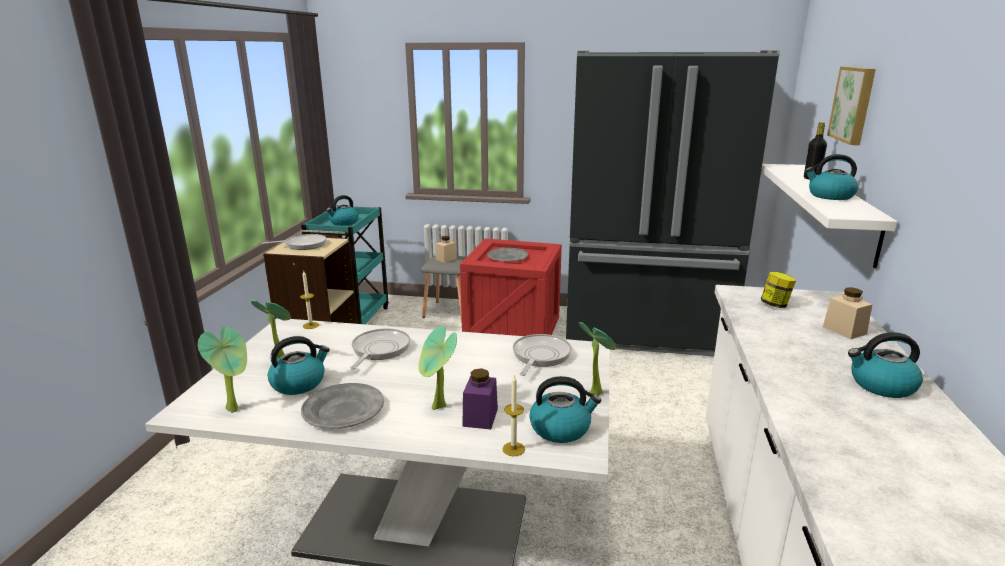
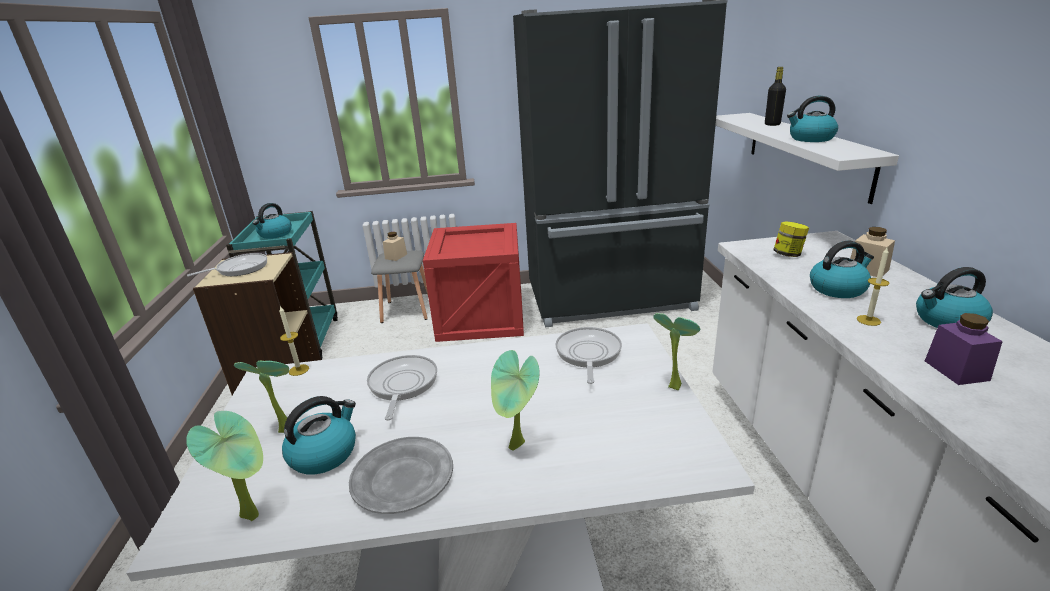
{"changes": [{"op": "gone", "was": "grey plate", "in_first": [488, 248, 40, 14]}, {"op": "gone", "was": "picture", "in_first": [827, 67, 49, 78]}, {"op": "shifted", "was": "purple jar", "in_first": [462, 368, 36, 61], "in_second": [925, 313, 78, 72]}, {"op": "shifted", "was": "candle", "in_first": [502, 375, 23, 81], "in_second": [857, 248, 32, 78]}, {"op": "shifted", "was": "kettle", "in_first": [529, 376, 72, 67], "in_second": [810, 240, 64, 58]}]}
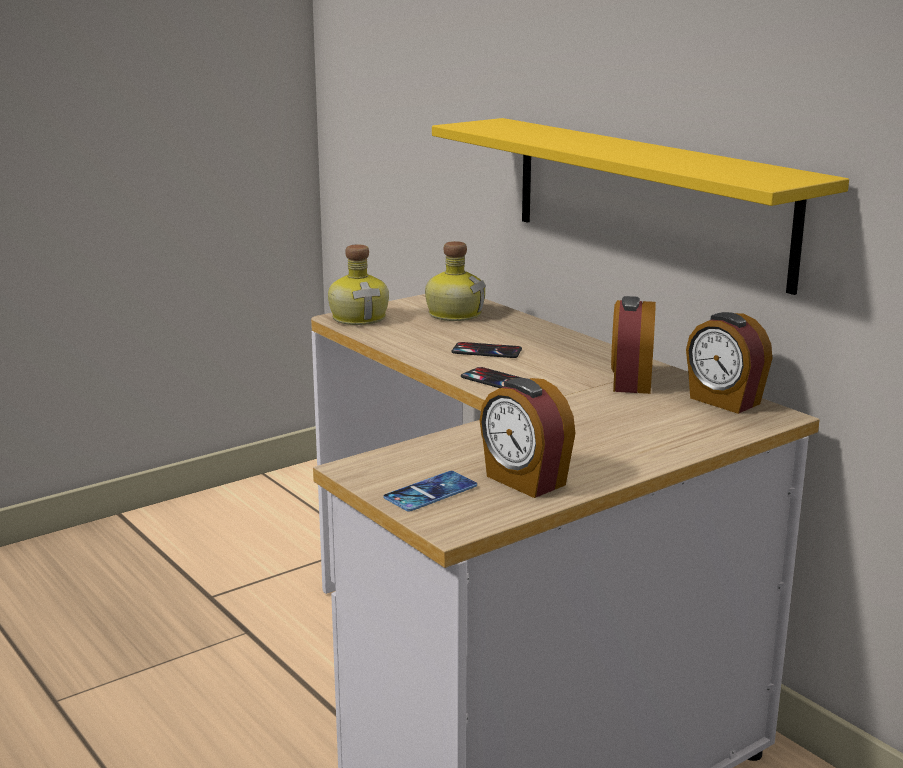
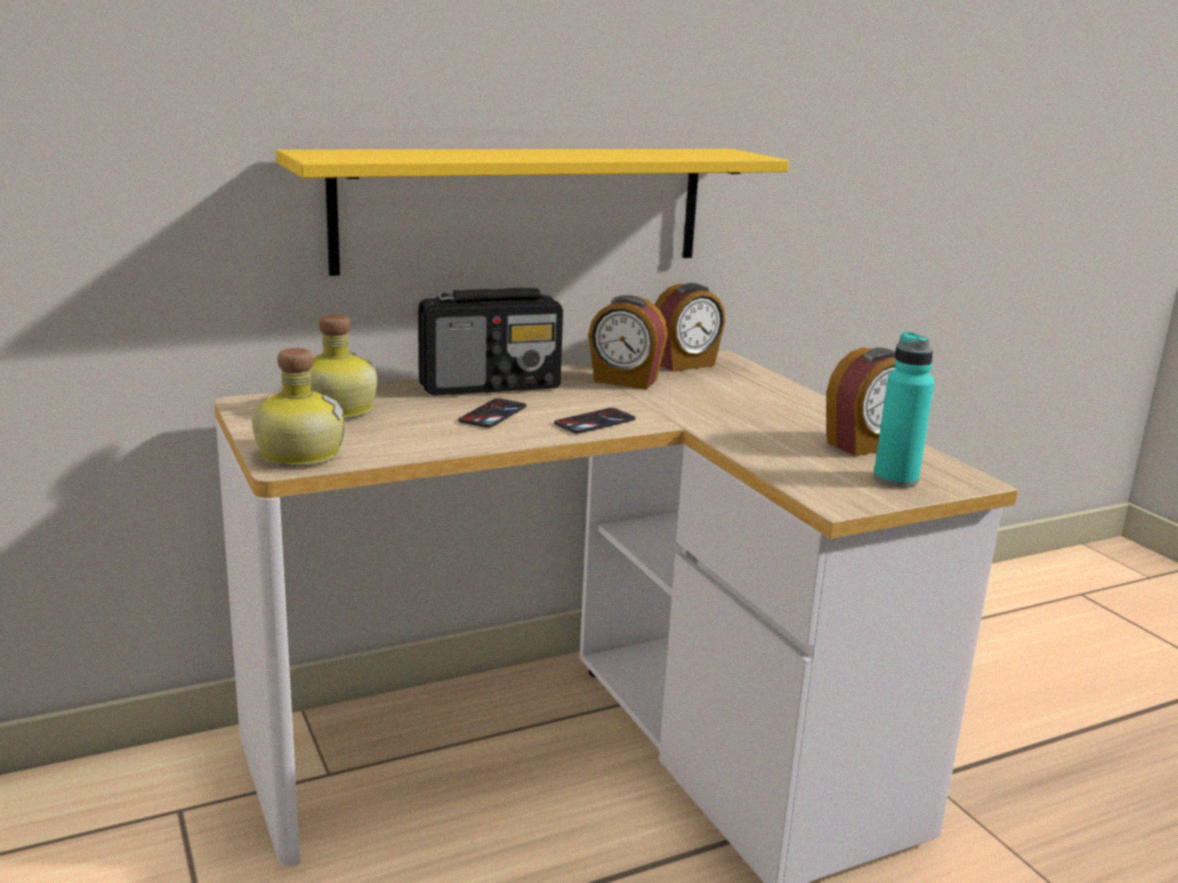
{"changes": [{"op": "new", "now": "radio", "in_second": [418, 288, 145, 108]}, {"op": "swapped", "was": "phone", "now": "turquoise bottle", "in_first": [384, 471, 93, 41], "in_second": [874, 332, 60, 156]}]}
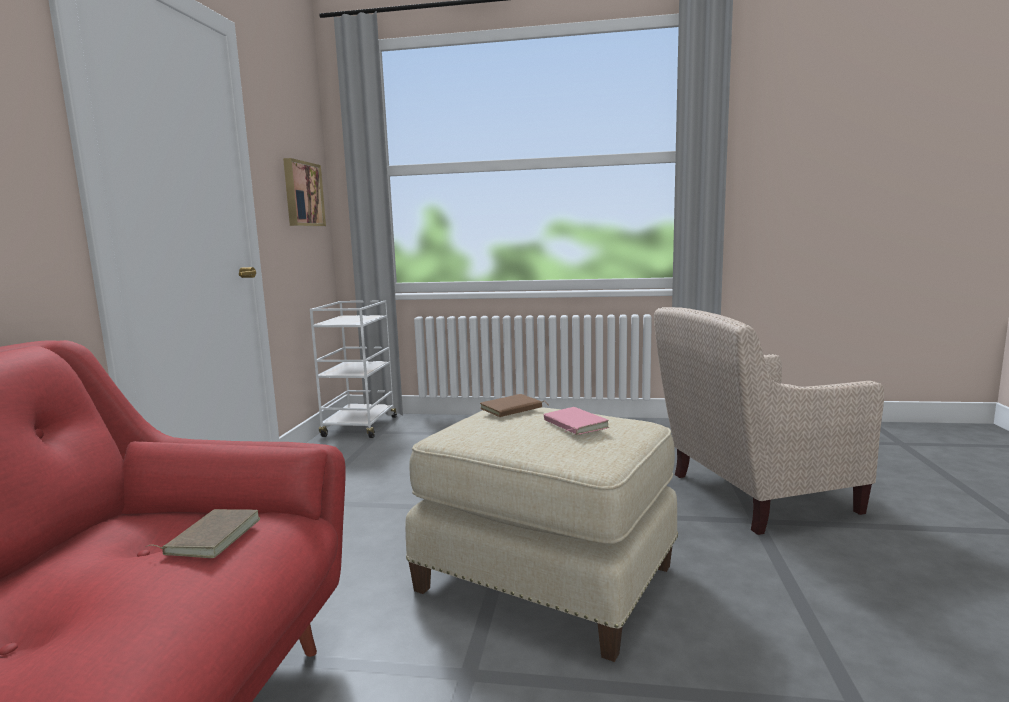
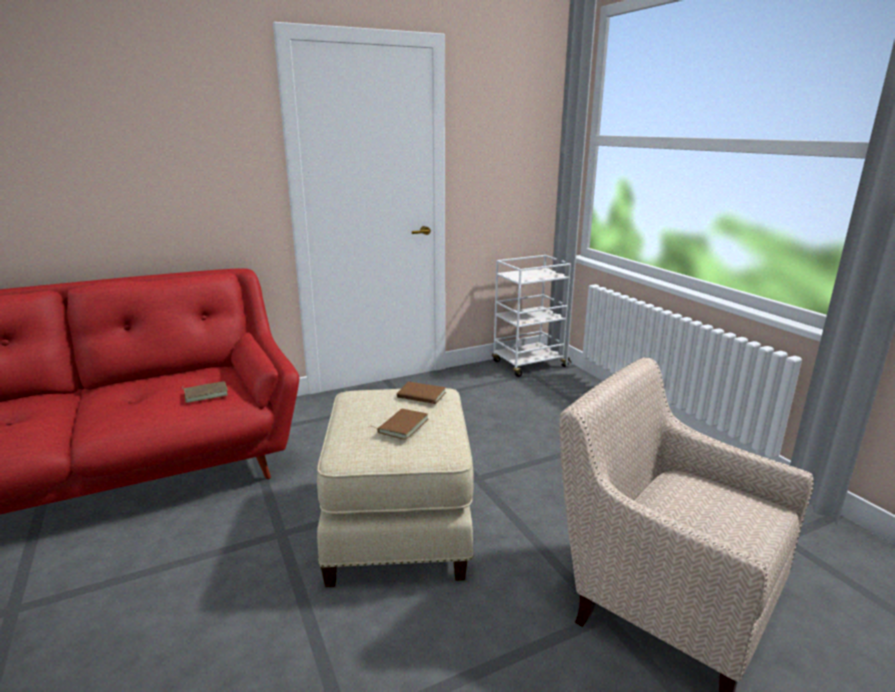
{"changes": [{"op": "gone", "was": "picture", "in_first": [283, 158, 43, 68]}, {"op": "repainted", "was": "pink book", "now": "brown book", "in_first": [544, 407, 65, 28], "in_second": [368, 409, 60, 31]}]}
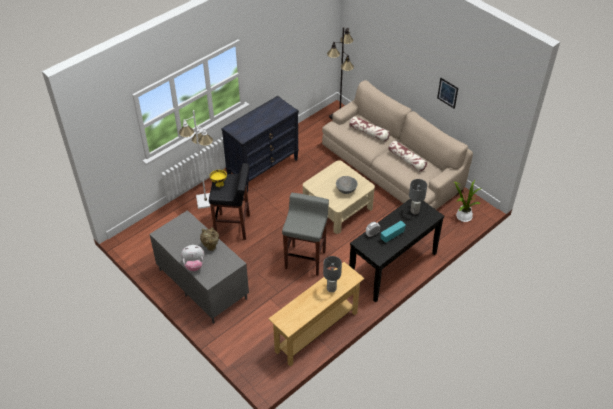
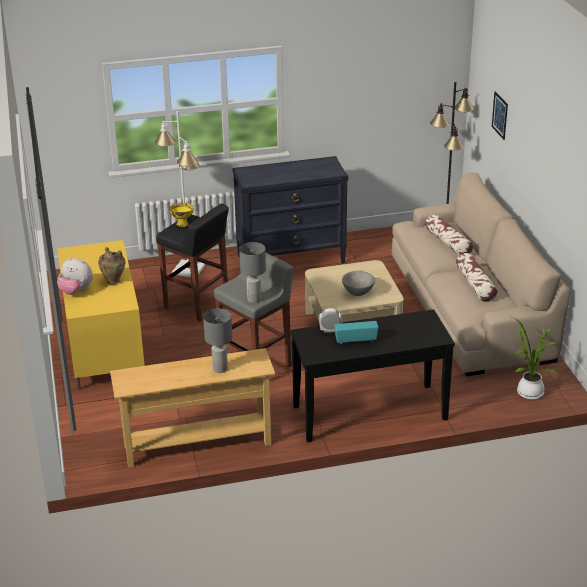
{"changes": [{"op": "shifted", "was": "grey table lamp", "in_first": [409, 179, 18, 35], "in_second": [239, 242, 27, 61]}, {"op": "shifted", "was": "picture", "in_first": [437, 78, 21, 31], "in_second": [492, 91, 16, 49]}, {"op": "repainted", "was": "grey tv stand", "now": "yellow tv stand", "in_first": [150, 210, 99, 114], "in_second": [57, 240, 88, 150]}]}
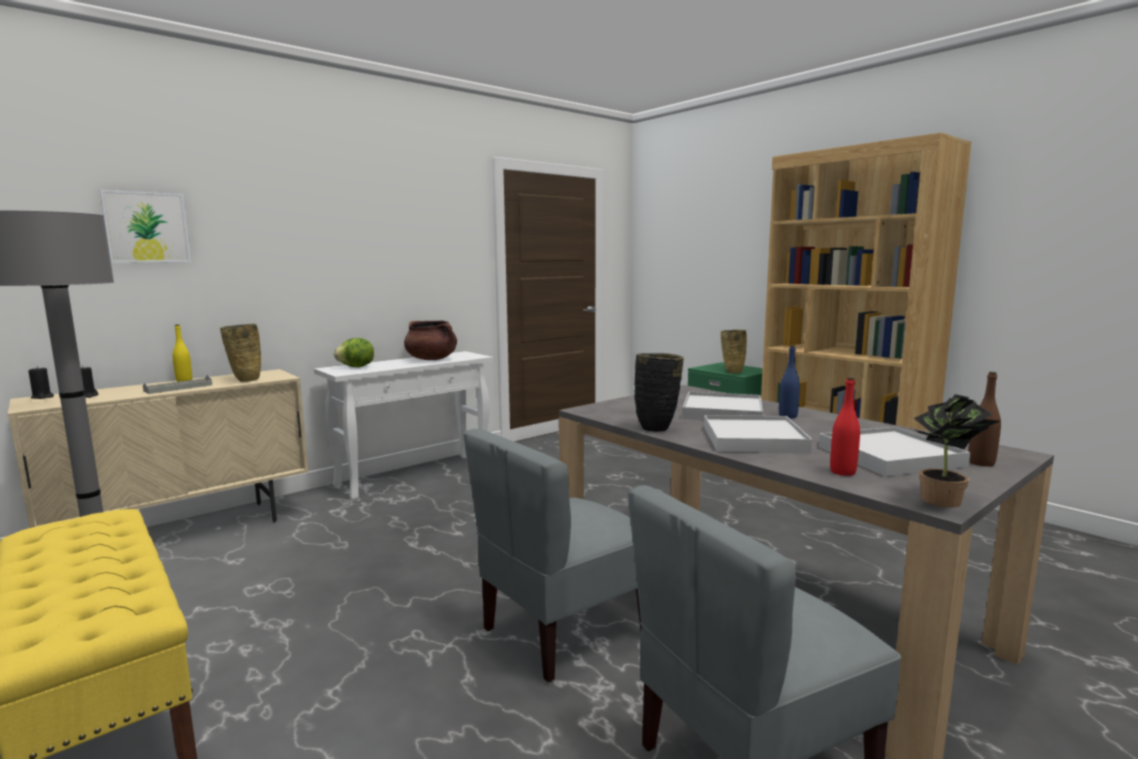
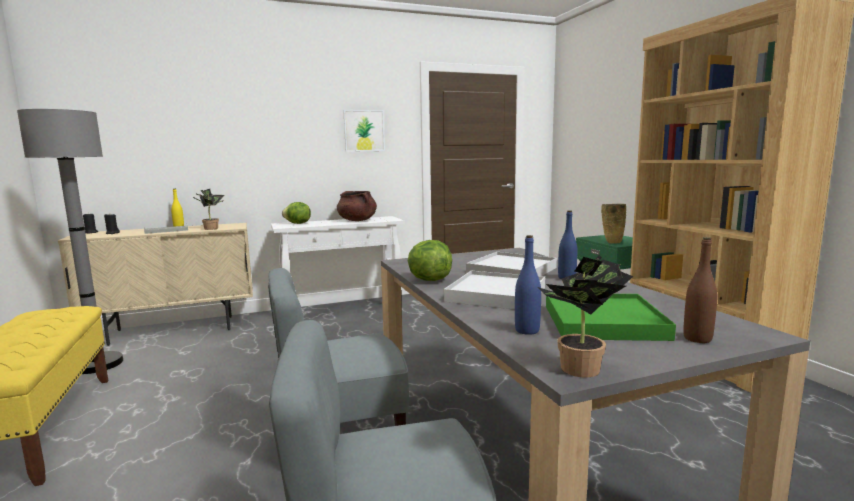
{"changes": [{"op": "shifted", "was": "picture", "in_first": [100, 190, 91, 73], "in_second": [343, 110, 42, 42]}, {"op": "swapped", "was": "beige vase", "now": "potted plant", "in_first": [220, 324, 41, 58], "in_second": [193, 189, 31, 41]}, {"op": "swapped", "was": "black vase", "now": "lettuce", "in_first": [634, 353, 50, 79], "in_second": [408, 240, 44, 41]}, {"op": "repainted", "was": "white tray", "now": "green tray", "in_first": [819, 427, 152, 50], "in_second": [546, 294, 130, 47]}, {"op": "repainted", "was": "red bottle", "now": "blue bottle", "in_first": [830, 377, 30, 99], "in_second": [515, 235, 26, 100]}]}
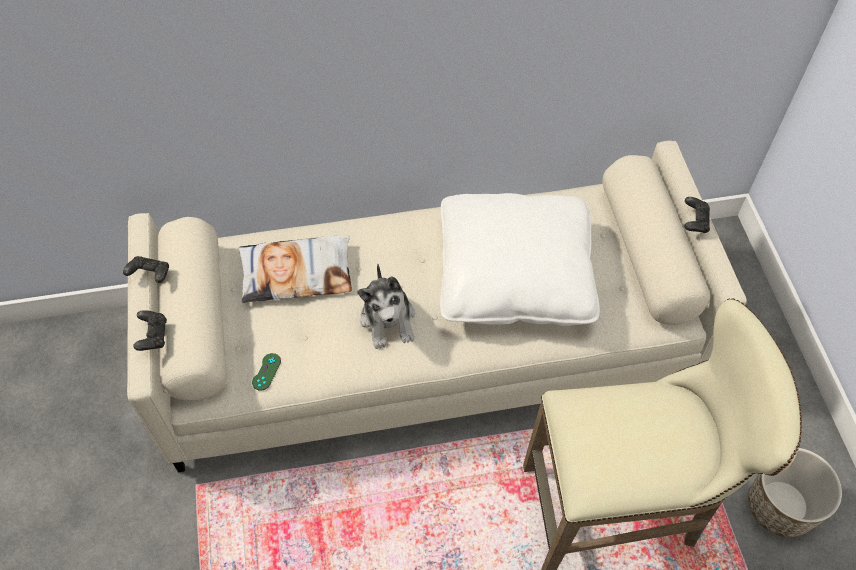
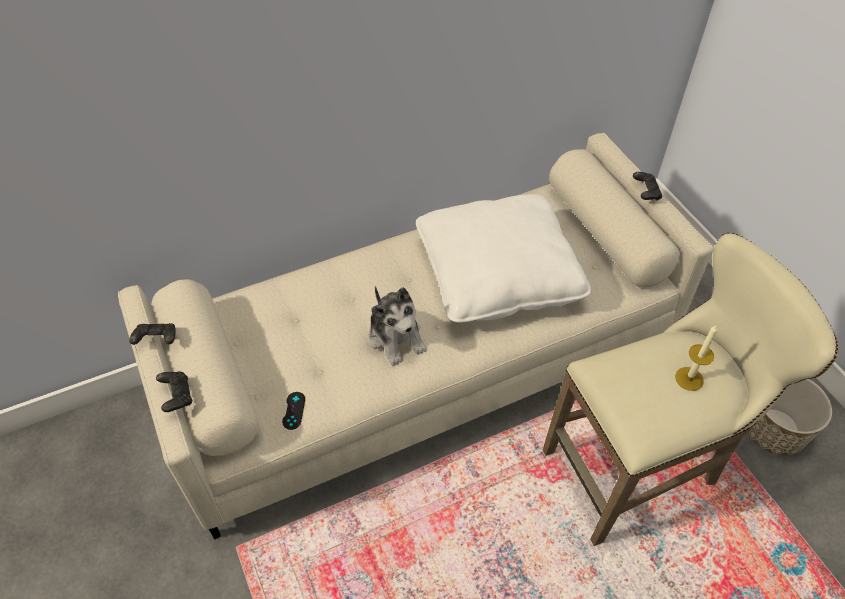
{"changes": [{"op": "gone", "was": "pillow", "in_first": [238, 235, 114, 68]}, {"op": "new", "now": "candle", "in_second": [675, 325, 43, 66]}, {"op": "repainted", "was": "green game controller", "now": "black game controller", "in_first": [252, 353, 29, 38], "in_second": [282, 392, 23, 38]}]}
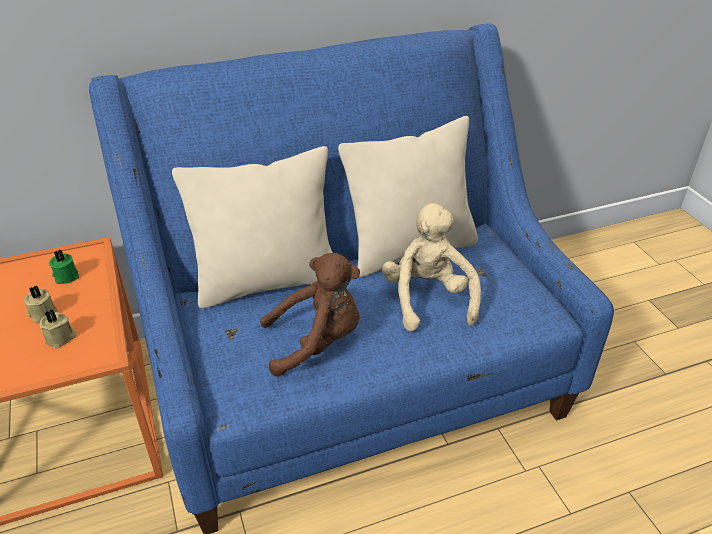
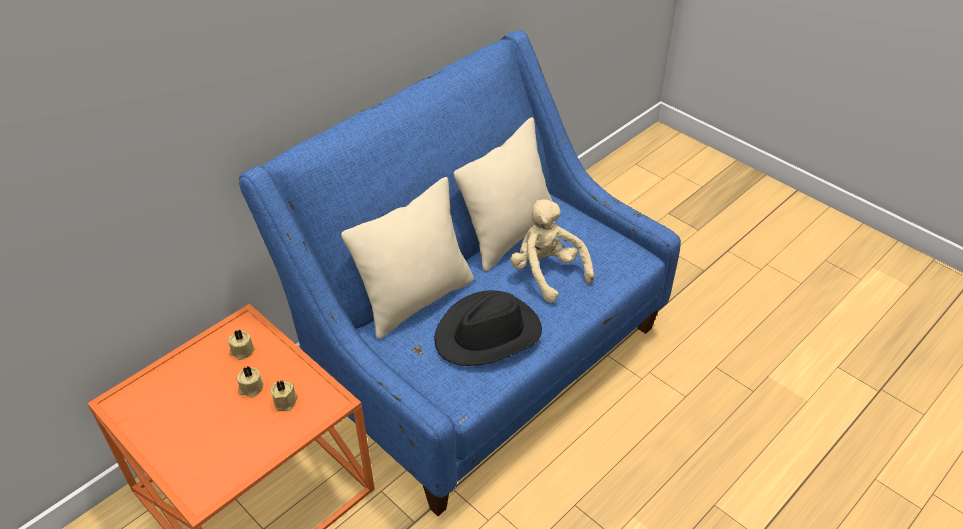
{"changes": [{"op": "swapped", "was": "brown plush toy", "now": "black hat", "in_first": [260, 253, 100, 124], "in_second": [434, 290, 108, 76]}, {"op": "repainted", "was": "green candle", "now": "beige candle", "in_first": [49, 250, 30, 34], "in_second": [228, 329, 27, 31]}]}
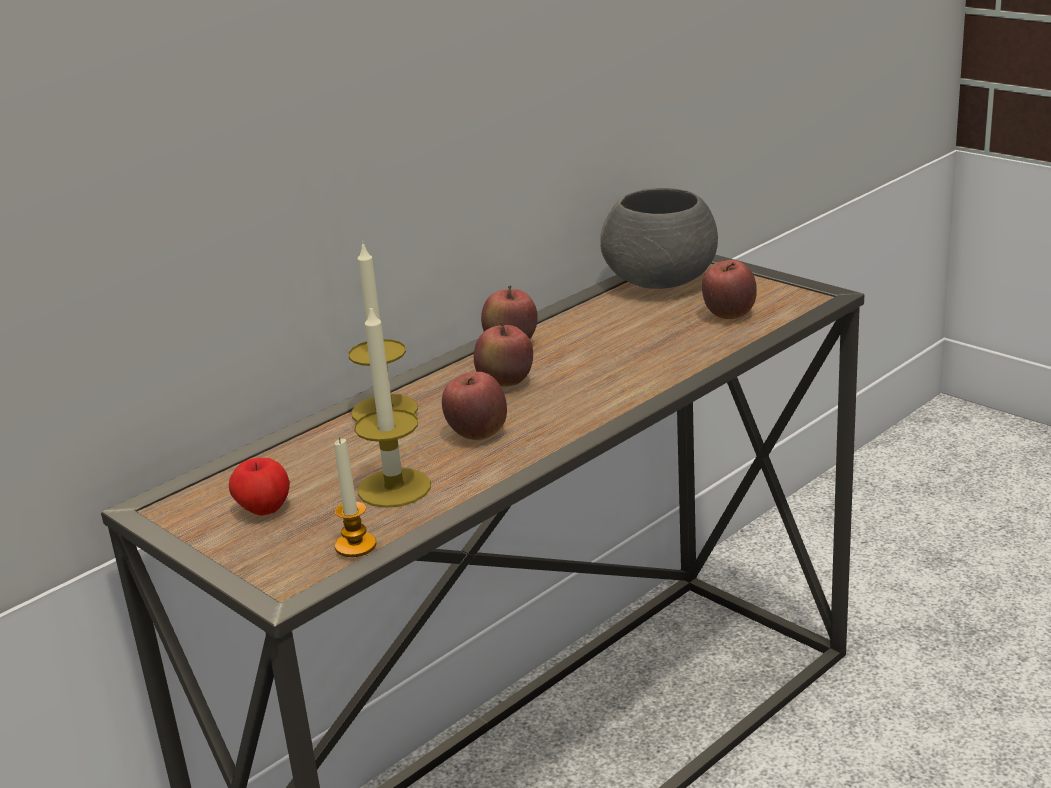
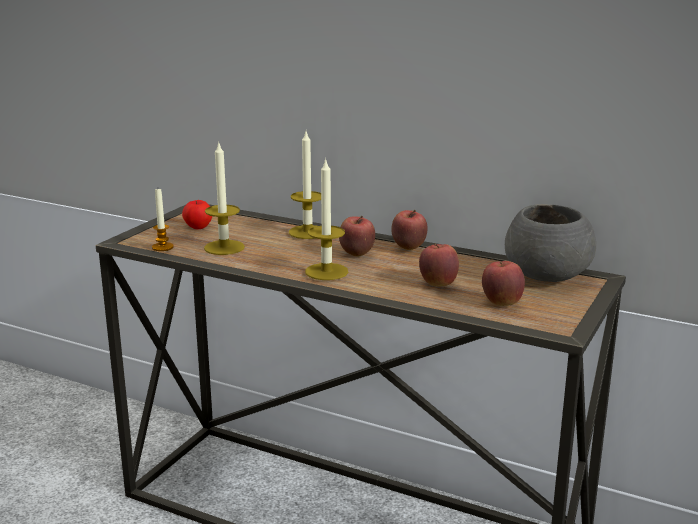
{"changes": [{"op": "new", "now": "candle", "in_second": [305, 158, 43, 122]}, {"op": "shifted", "was": "apple", "in_first": [442, 372, 65, 68], "in_second": [419, 243, 40, 43]}]}
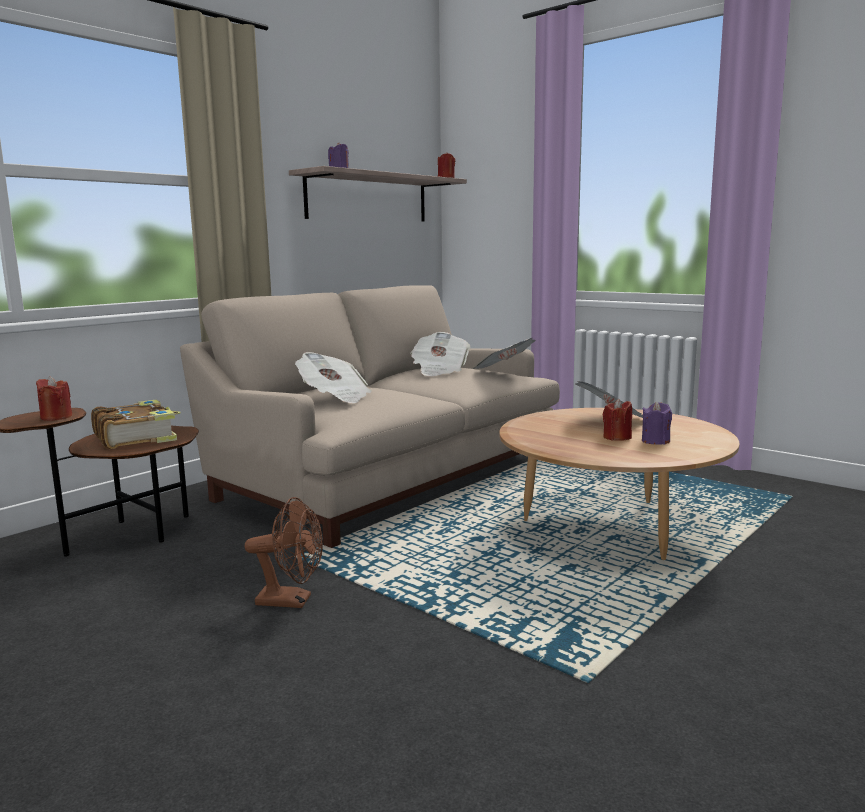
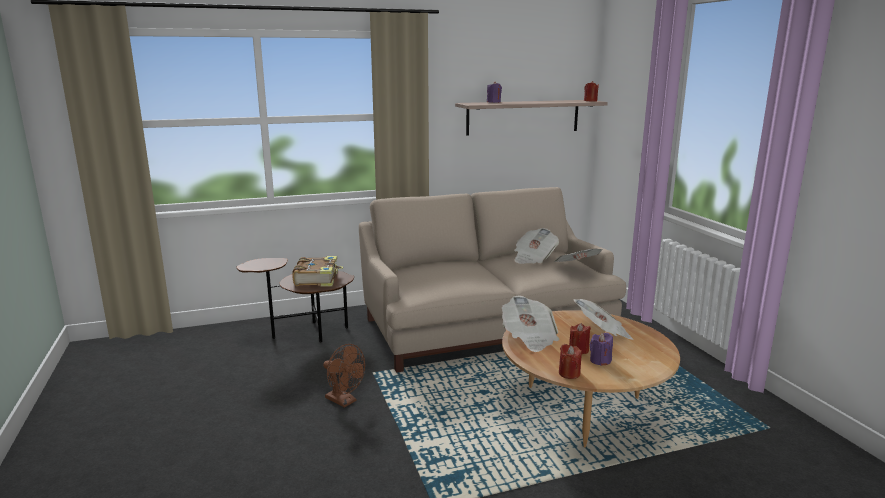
{"changes": [{"op": "shifted", "was": "red candle", "in_first": [36, 376, 36, 45], "in_second": [559, 344, 23, 35]}, {"op": "shifted", "was": "newspaper", "in_first": [295, 352, 77, 52], "in_second": [502, 296, 58, 56]}]}
